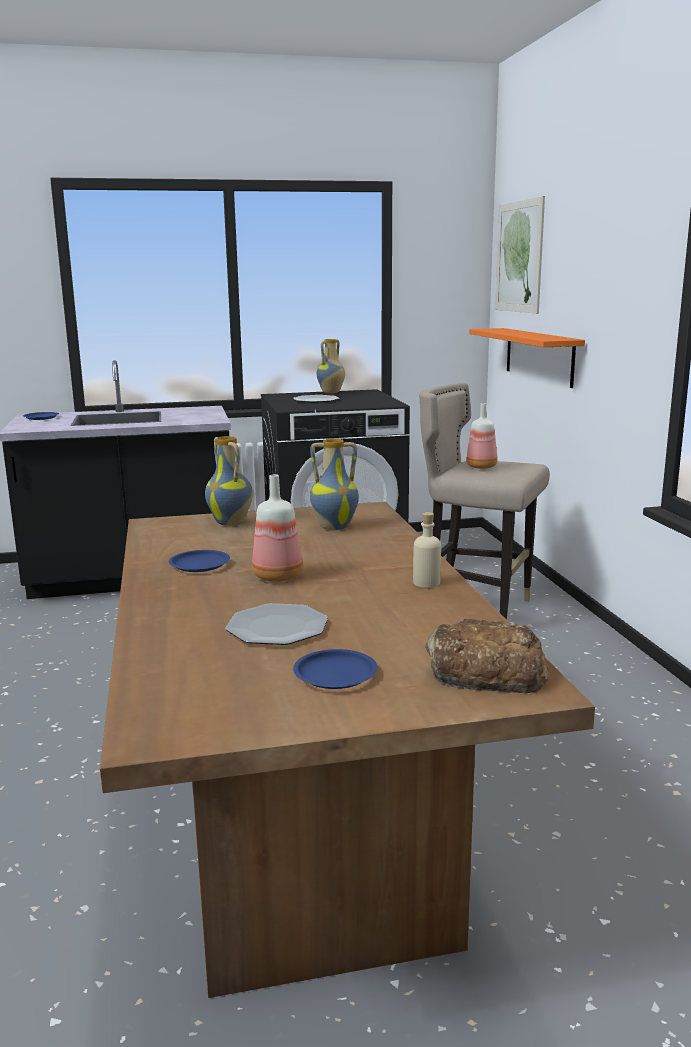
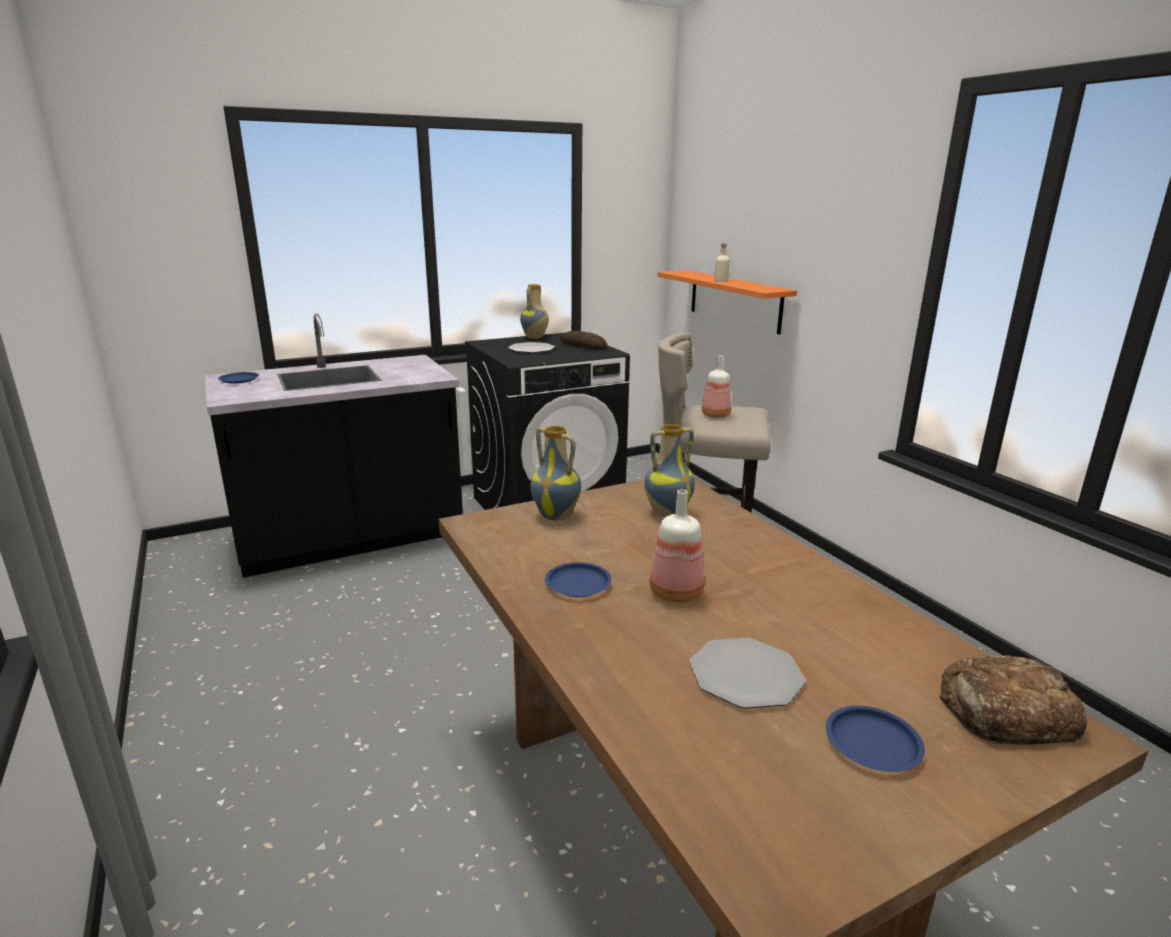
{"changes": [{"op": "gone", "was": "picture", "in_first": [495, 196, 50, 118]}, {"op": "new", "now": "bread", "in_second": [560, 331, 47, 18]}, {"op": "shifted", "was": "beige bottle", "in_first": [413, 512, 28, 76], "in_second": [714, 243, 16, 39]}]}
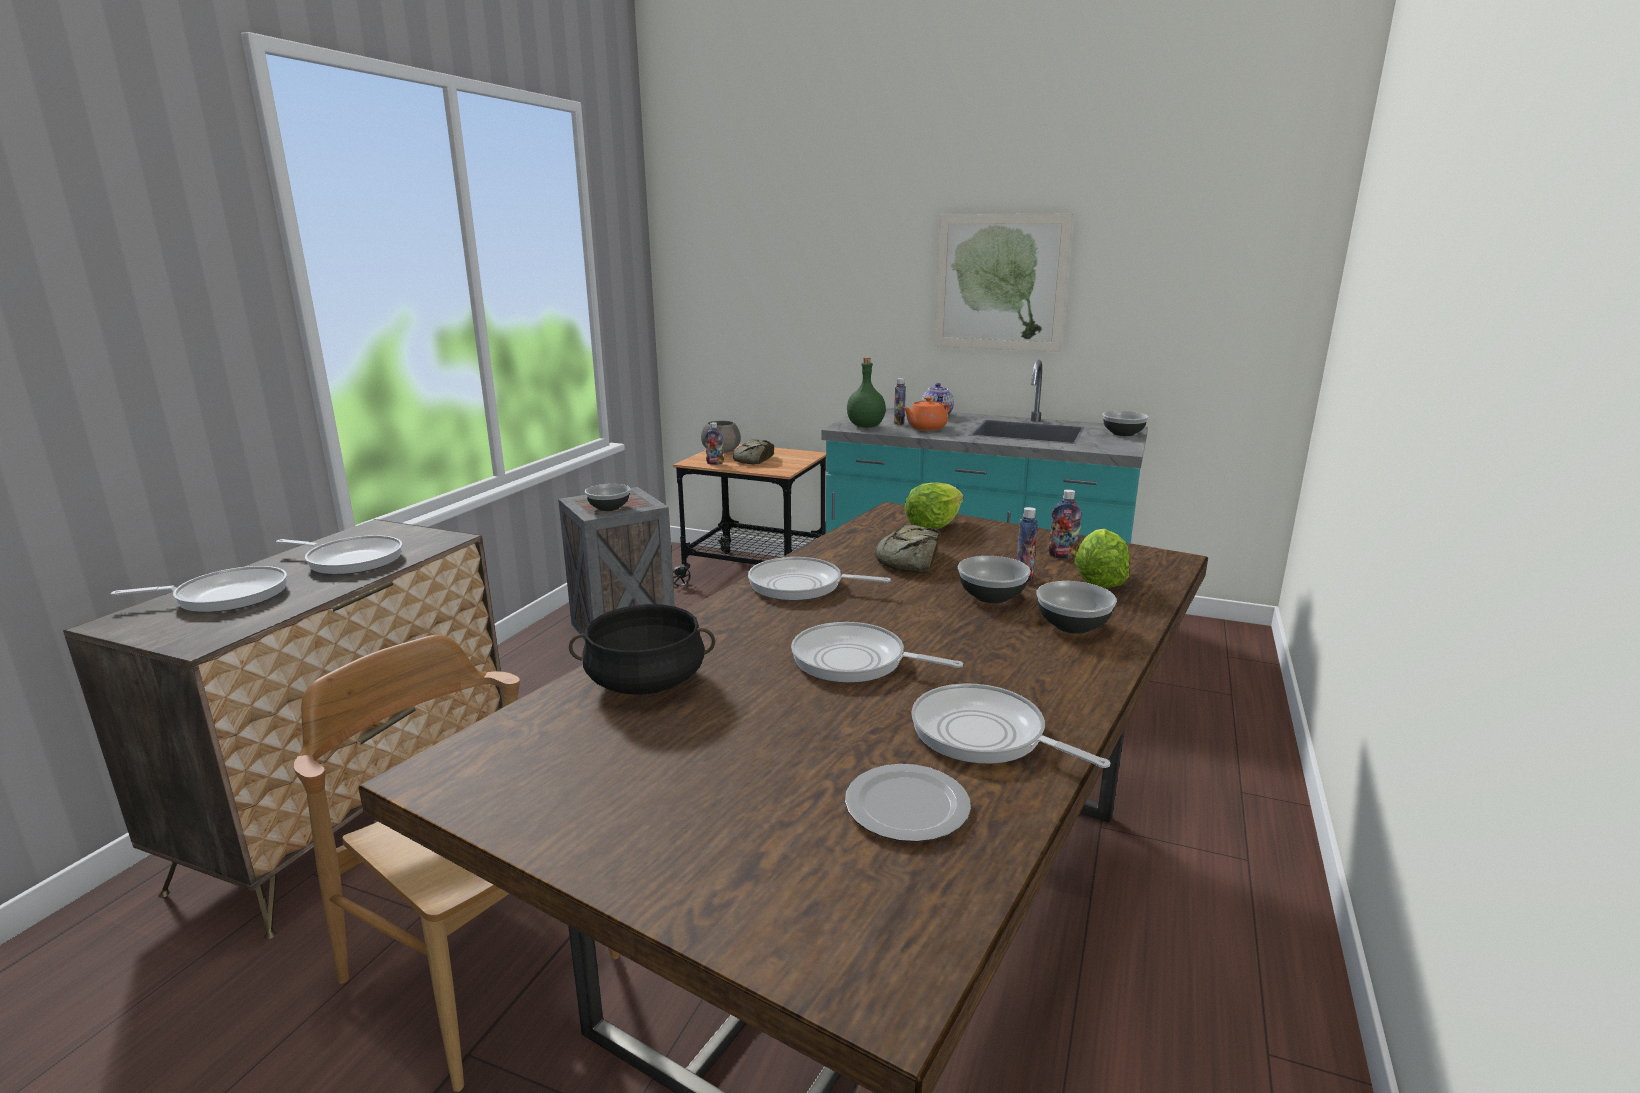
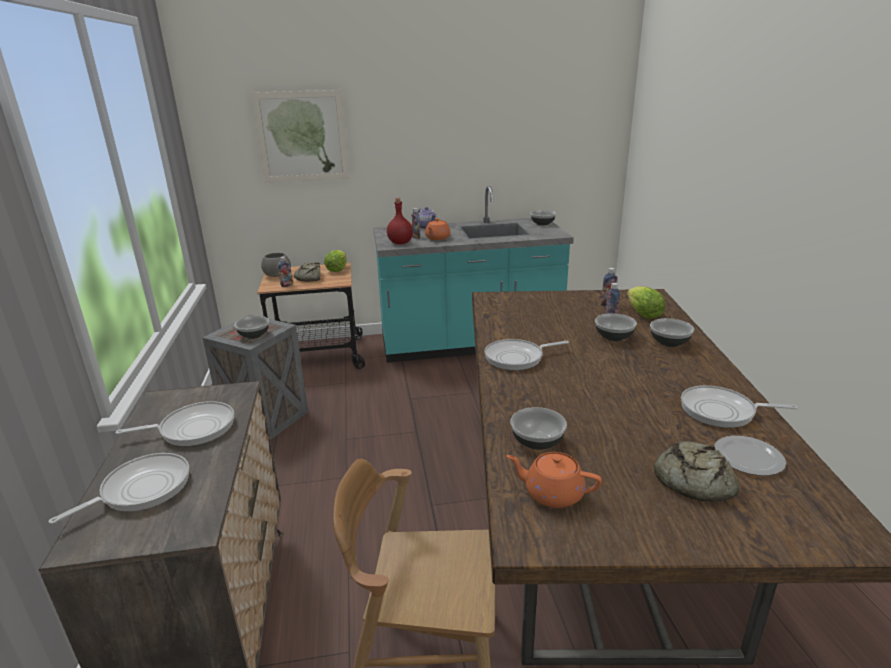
{"changes": [{"op": "gone", "was": "frying pan", "in_first": [791, 622, 172, 61]}, {"op": "new", "now": "orange teapot", "in_second": [506, 452, 96, 56]}, {"op": "shifted", "was": "bread", "in_first": [875, 525, 66, 48], "in_second": [654, 441, 85, 61]}, {"op": "shifted", "was": "lettuce", "in_first": [904, 483, 59, 46], "in_second": [324, 250, 23, 22]}, {"op": "shifted", "was": "picture", "in_first": [934, 214, 139, 138], "in_second": [251, 90, 98, 93]}, {"op": "swapped", "was": "black cooking pot", "now": "bowl", "in_first": [569, 604, 146, 91], "in_second": [510, 407, 57, 43]}, {"op": "repainted", "was": "green bottle", "now": "red bottle", "in_first": [847, 357, 39, 70], "in_second": [387, 198, 26, 46]}]}
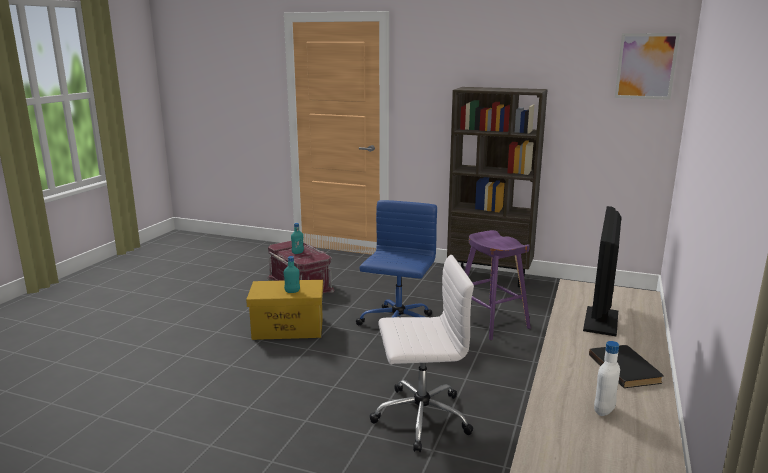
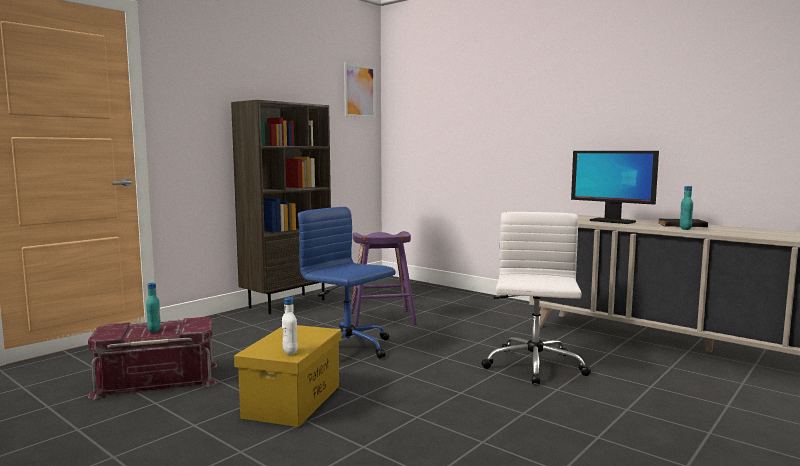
{"changes": [{"op": "shifted", "was": "turquoise bottle", "in_first": [284, 256, 16, 37], "in_second": [680, 186, 13, 44]}, {"op": "shifted", "was": "white bottle", "in_first": [594, 341, 26, 75], "in_second": [282, 297, 16, 58]}]}
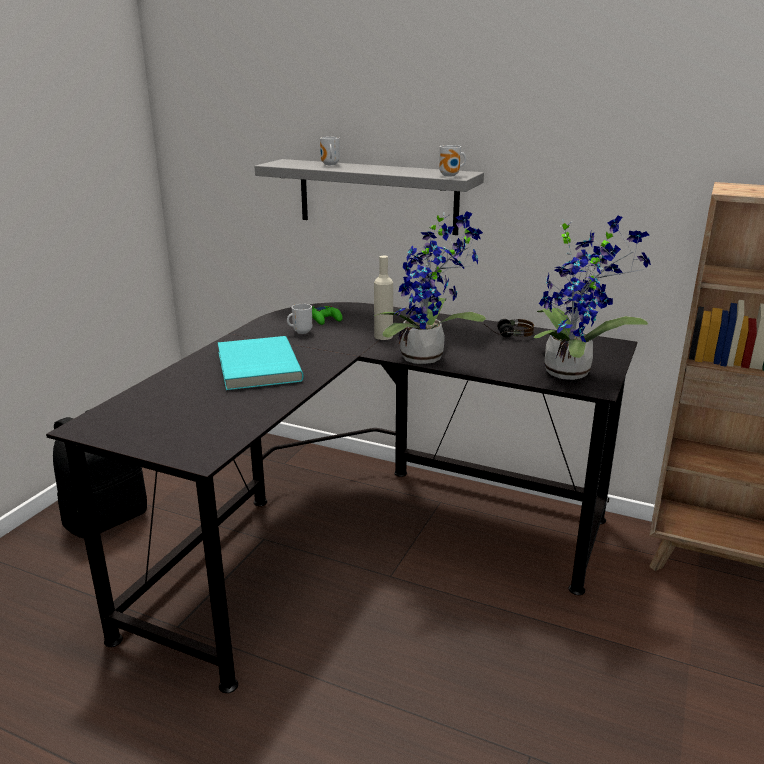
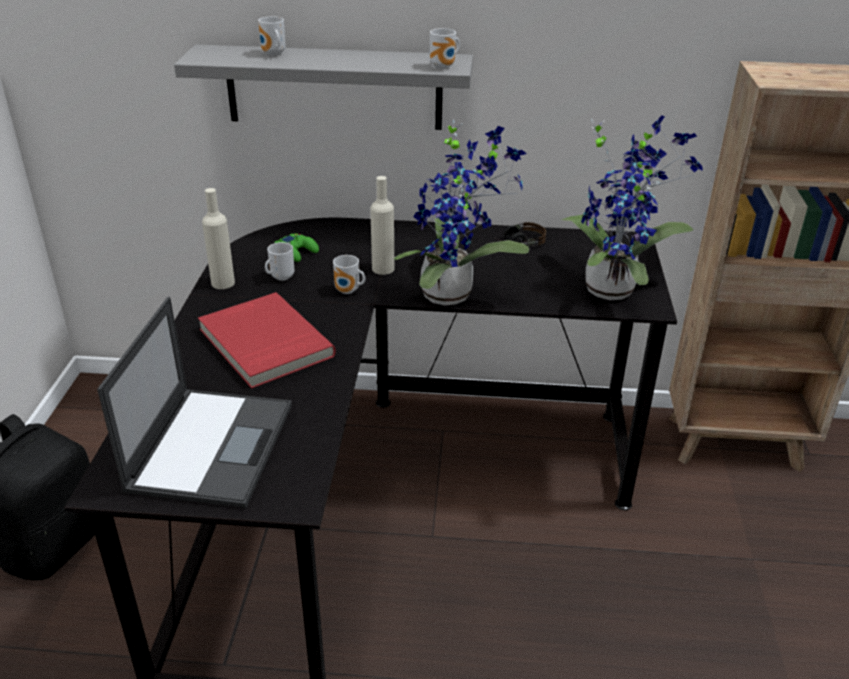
{"changes": [{"op": "new", "now": "laptop", "in_second": [97, 297, 195, 211]}, {"op": "new", "now": "beige bottle", "in_second": [202, 188, 33, 101]}, {"op": "new", "now": "mug", "in_second": [333, 255, 32, 39]}, {"op": "repainted", "was": "turquoise book", "now": "red book", "in_first": [218, 336, 86, 54], "in_second": [198, 292, 138, 96]}]}
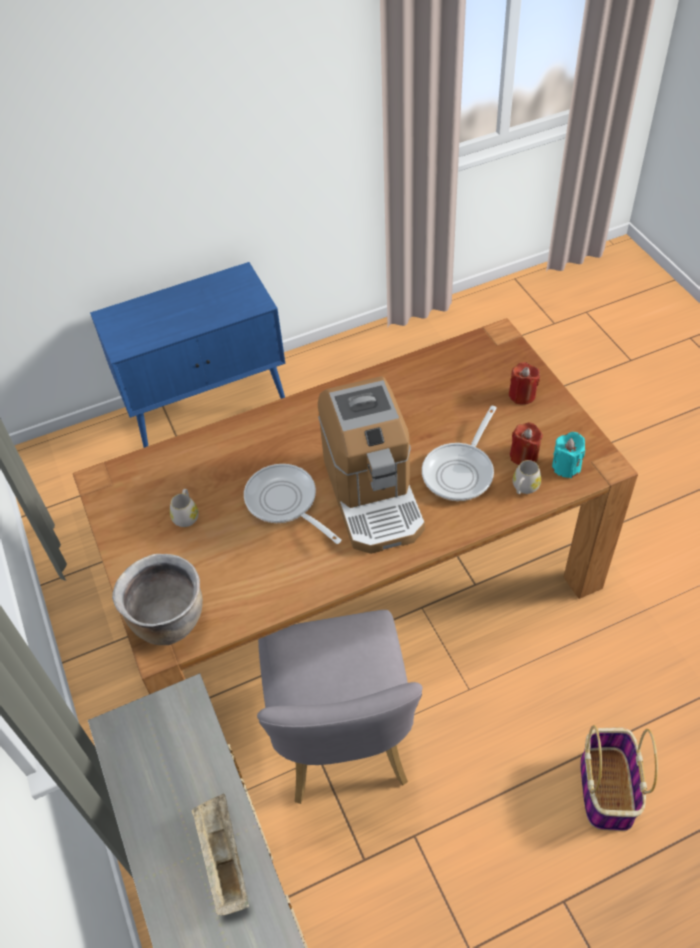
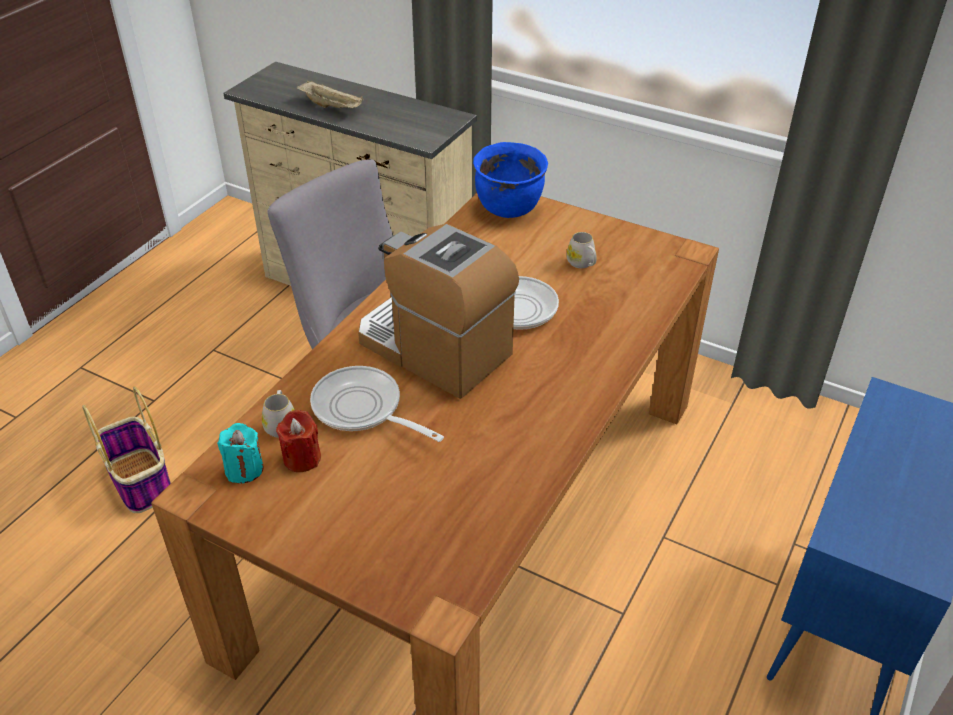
{"changes": [{"op": "gone", "was": "red candle", "in_first": [509, 362, 31, 43]}, {"op": "repainted", "was": "brown cooking pot", "now": "blue cooking pot", "in_first": [112, 554, 91, 91], "in_second": [473, 142, 75, 76]}, {"op": "rotated", "was": "frying pan", "in_first": [422, 406, 75, 95], "in_second": [310, 366, 134, 76], "clockwise": -45}]}
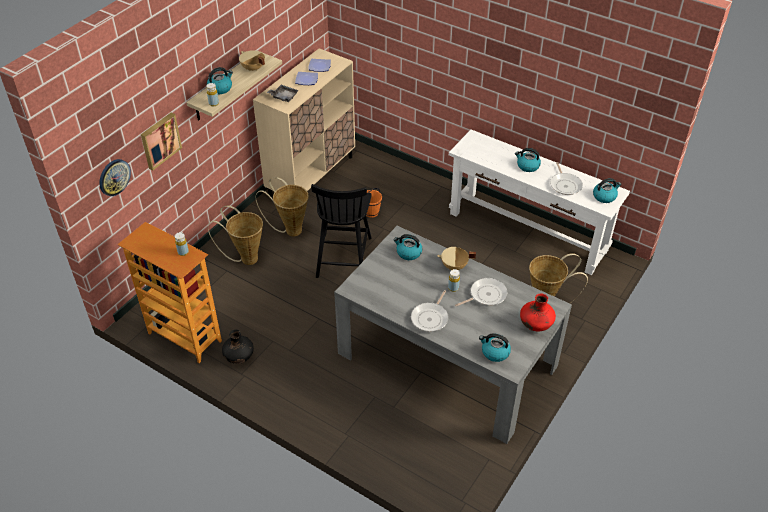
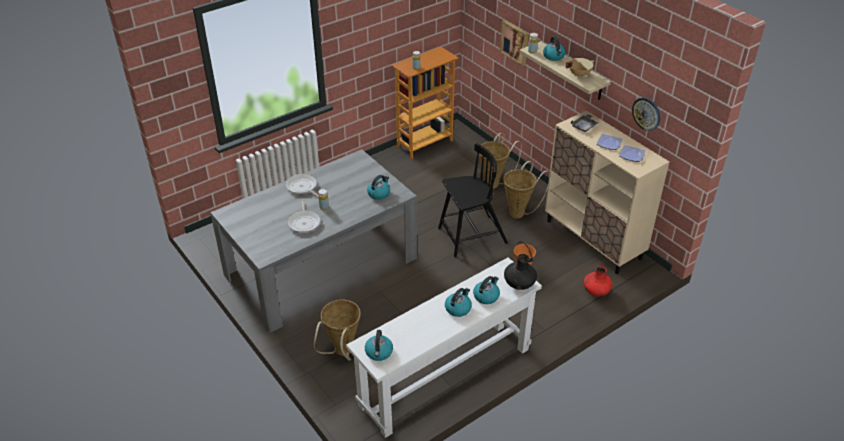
{"changes": [{"op": "gone", "was": "beige cooking pot", "in_first": [437, 247, 39, 23]}, {"op": "gone", "was": "frying pan", "in_first": [550, 162, 33, 33]}, {"op": "shifted", "was": "wall clock", "in_first": [100, 159, 31, 37], "in_second": [632, 97, 28, 34]}, {"op": "shifted", "was": "black vase", "in_first": [222, 330, 32, 34], "in_second": [504, 254, 33, 36]}, {"op": "shifted", "was": "kettle", "in_first": [479, 333, 32, 29], "in_second": [473, 276, 27, 28]}, {"op": "shifted", "was": "red vase", "in_first": [520, 294, 36, 37], "in_second": [584, 266, 29, 31]}, {"op": "rotated", "was": "black chair", "in_first": [311, 184, 61, 94], "in_second": [438, 143, 70, 114], "clockwise": 135}]}
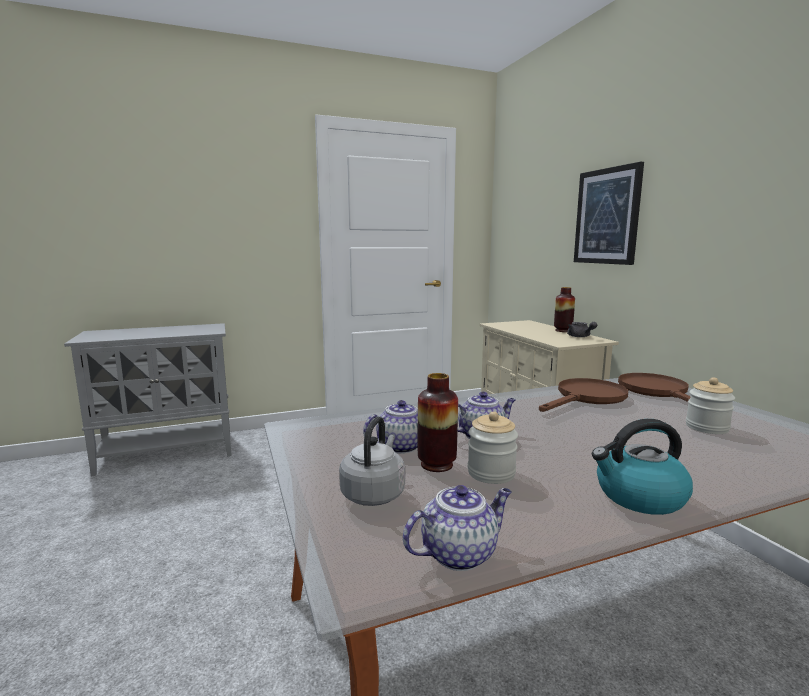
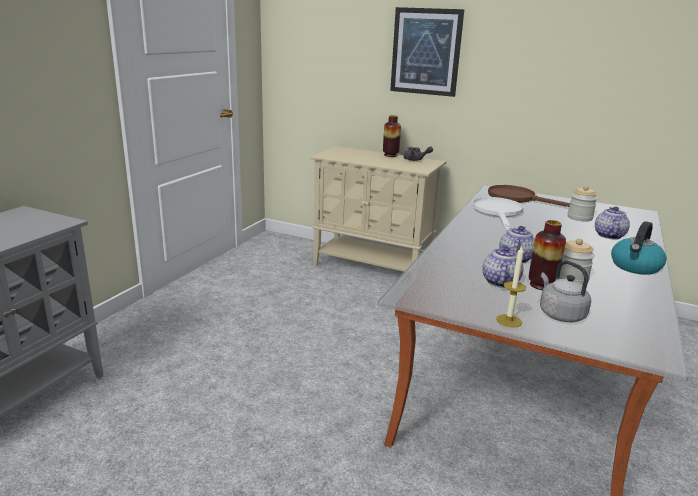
{"changes": [{"op": "new", "now": "candle", "in_second": [496, 246, 30, 82]}, {"op": "shifted", "was": "teapot", "in_first": [403, 485, 109, 86], "in_second": [595, 207, 35, 33]}, {"op": "repainted", "was": "brown frying pan", "now": "white frying pan", "in_first": [539, 378, 89, 34], "in_second": [473, 197, 50, 34]}]}
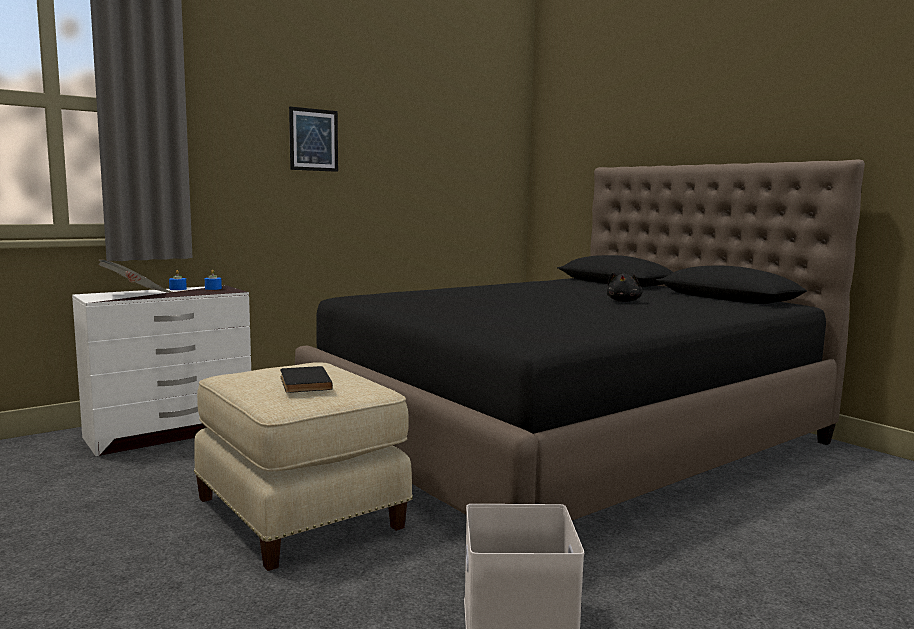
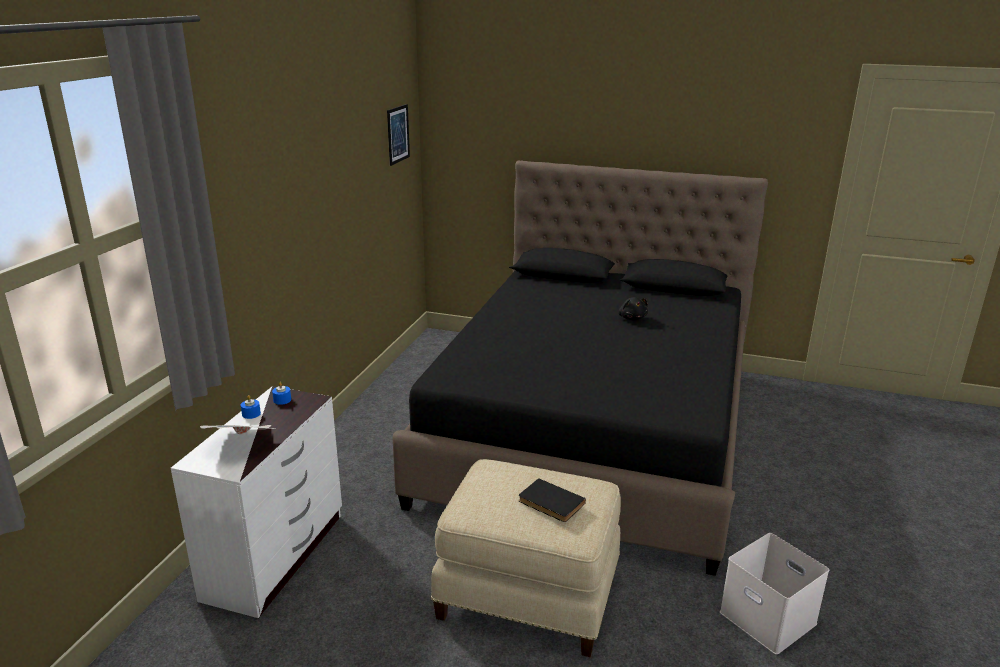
{"changes": [{"op": "shifted", "was": "picture", "in_first": [289, 107, 49, 65], "in_second": [387, 104, 23, 62]}]}
